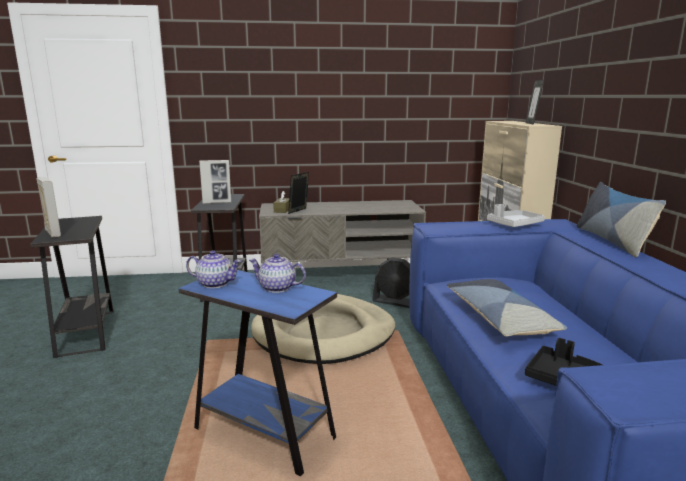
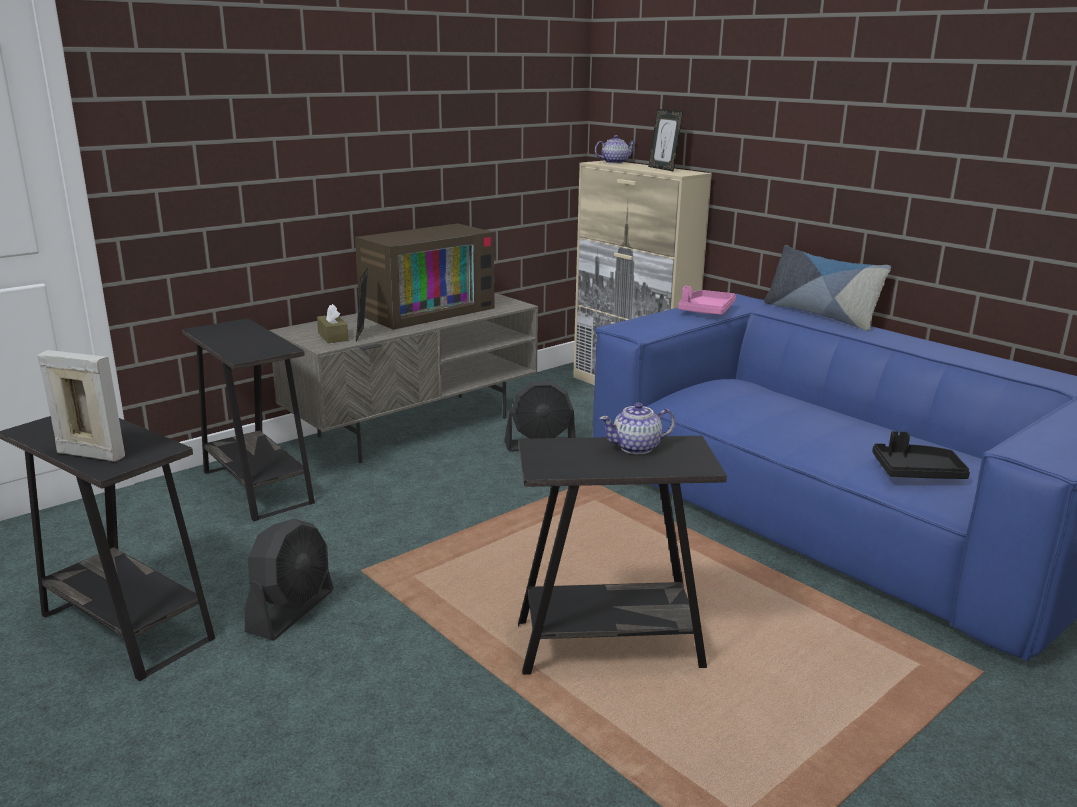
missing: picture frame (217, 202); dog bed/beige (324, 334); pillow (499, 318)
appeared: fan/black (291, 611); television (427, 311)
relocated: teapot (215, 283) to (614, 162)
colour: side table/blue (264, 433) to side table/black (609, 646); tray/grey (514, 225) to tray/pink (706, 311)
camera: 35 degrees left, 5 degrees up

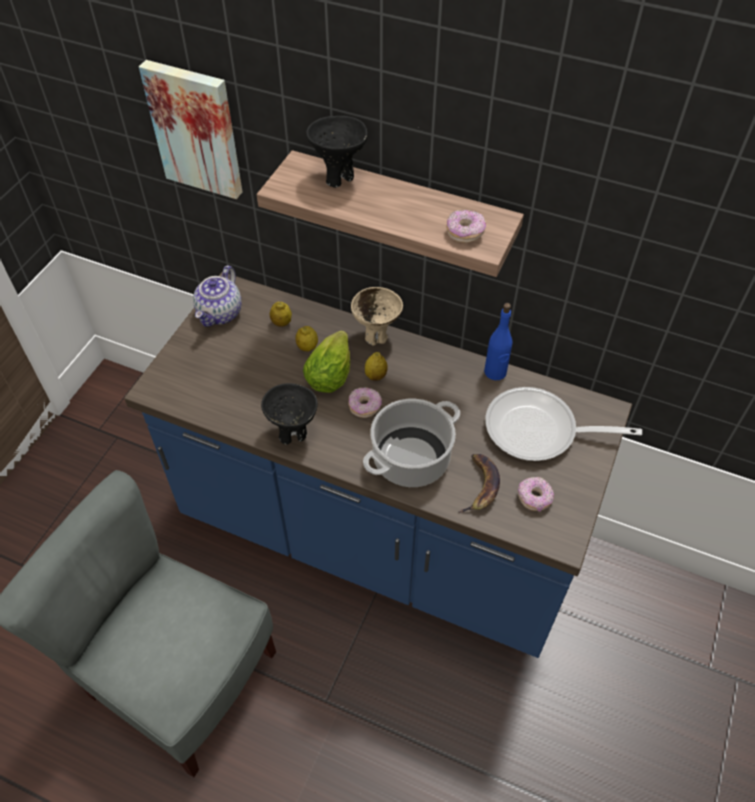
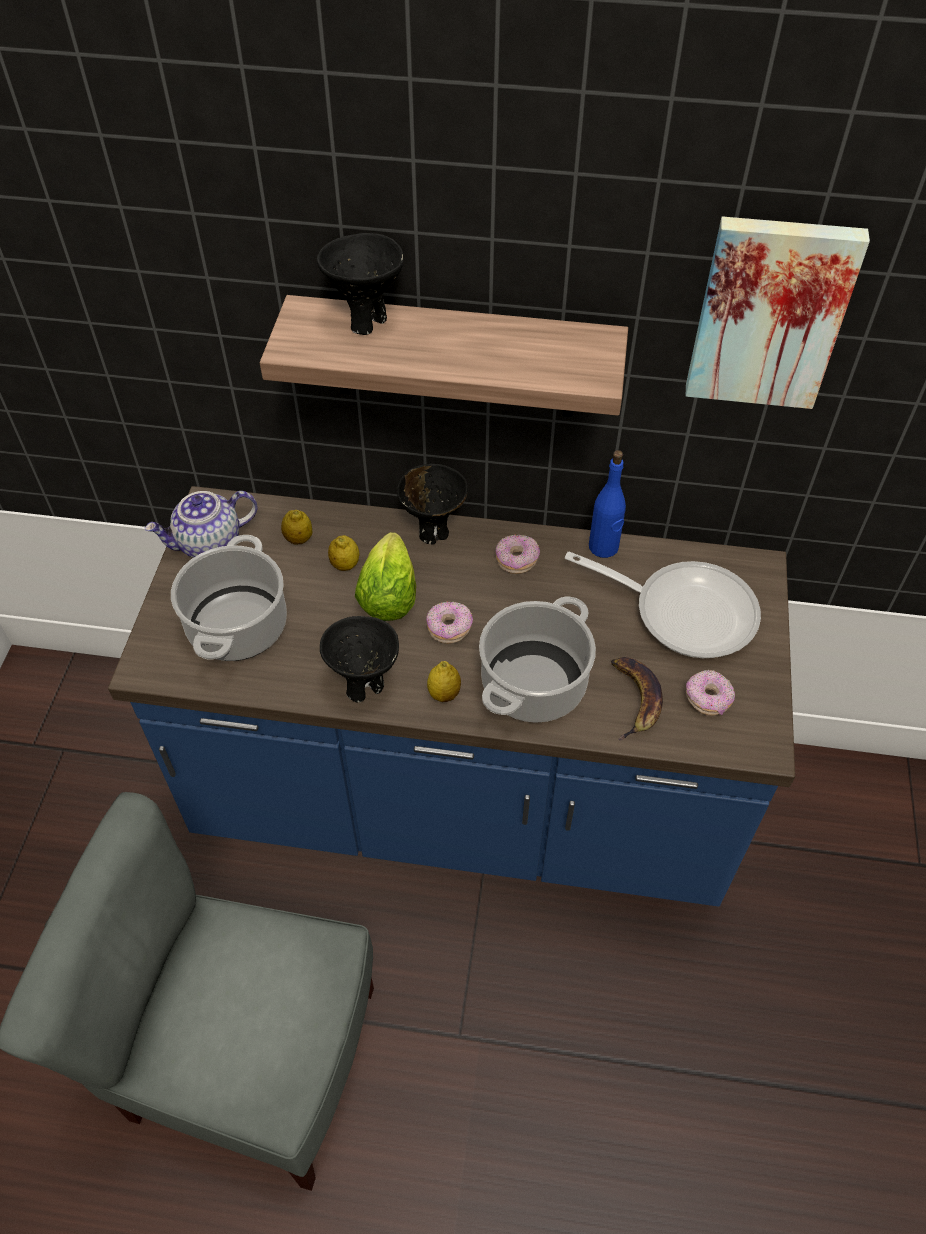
appeared: cooking pot (237, 624)
relocated: picture (196, 129) to (769, 312); lemon (376, 376) to (444, 693); donut (465, 233) to (516, 560)
colour: bowl/beige (376, 336) to bowl/black (433, 531)
spun: teapot (220, 314) = (209, 543) 60 degrees clockwise; frying pan (539, 431) = (684, 611) 150 degrees counterclockwise
camera: 15 degrees left, 0 degrees up

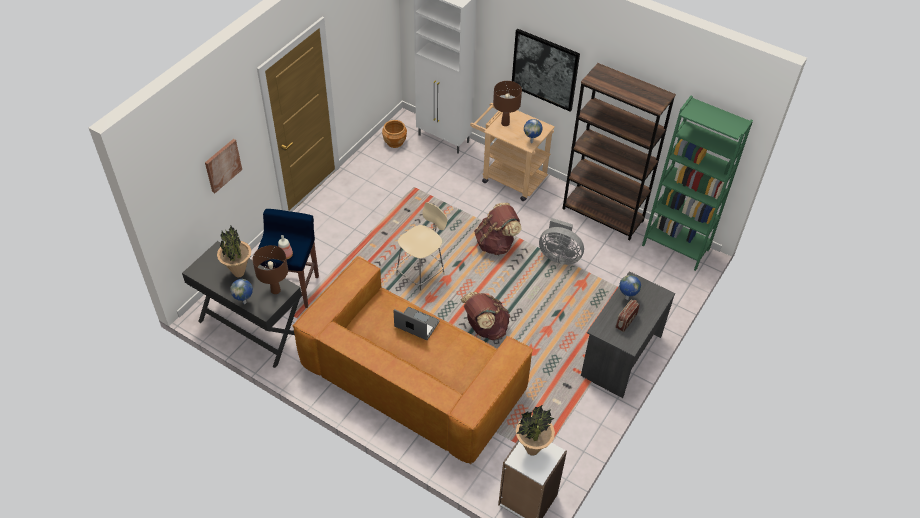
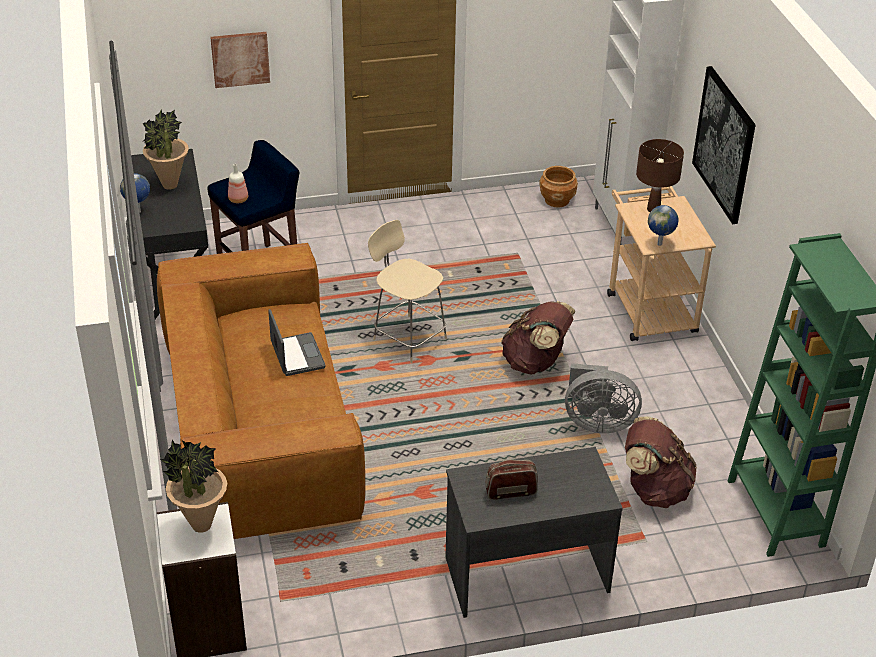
missing: table lamp/brown (275, 290); bookcase/brown (603, 215); globe (626, 298)
relocated: backpack/brown (485, 328) to (654, 489)
spun: chair/beige (421, 273) = (408, 338) 135 degrees counterclockwise; fan/grey (559, 256) = (597, 422) 60 degrees counterclockwise
camera: 45 degrees right, 10 degrees down

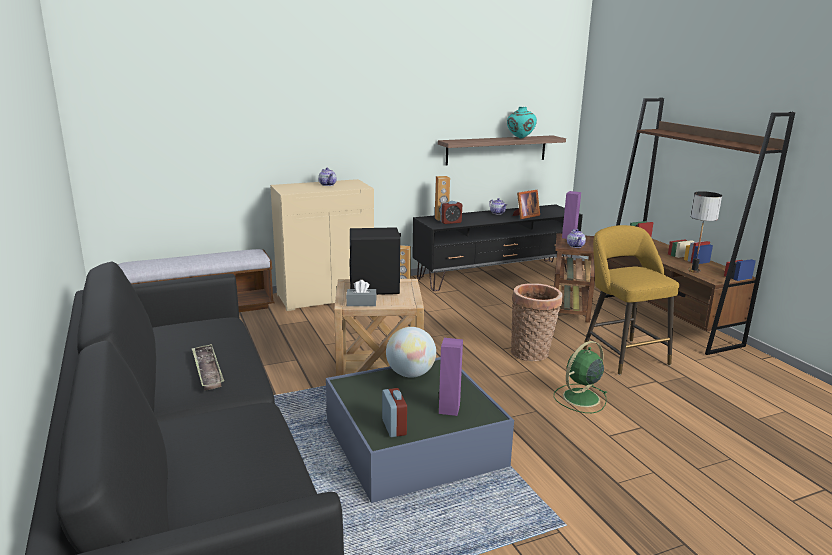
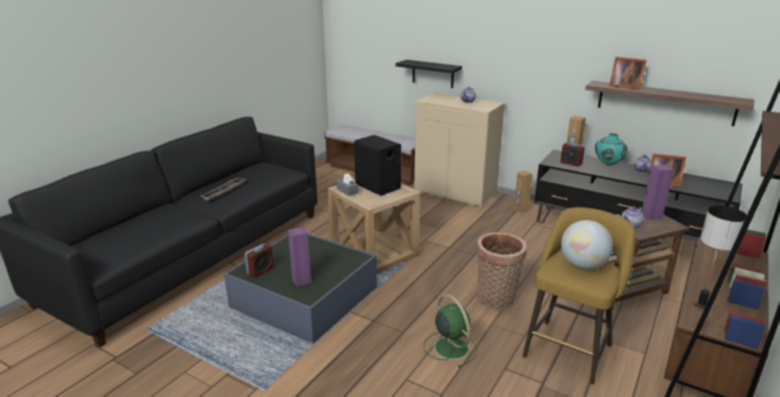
appeared: shelf/black (433, 74); picture frame (624, 86)
relocated: globe (410, 374) to (583, 265); vase/turquoise (520, 138) to (608, 164)
spun: fan/green (580, 398) = (450, 347) 45 degrees clockwise
camera: 55 degrees right, 5 degrees up

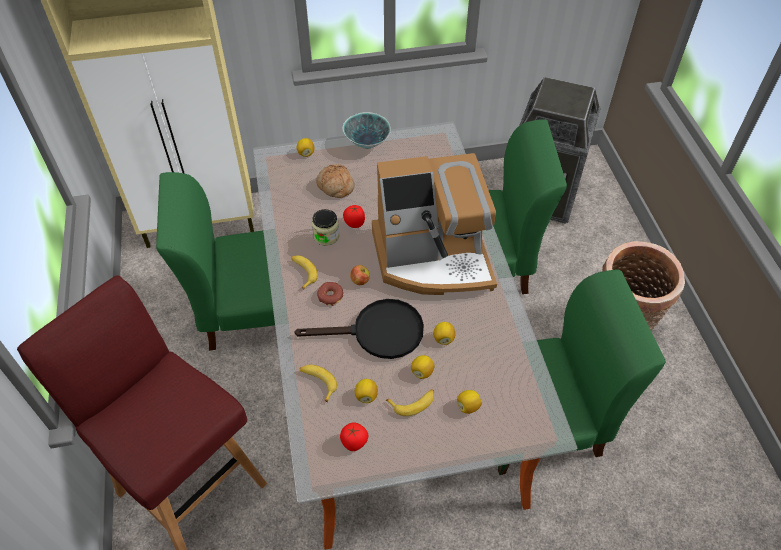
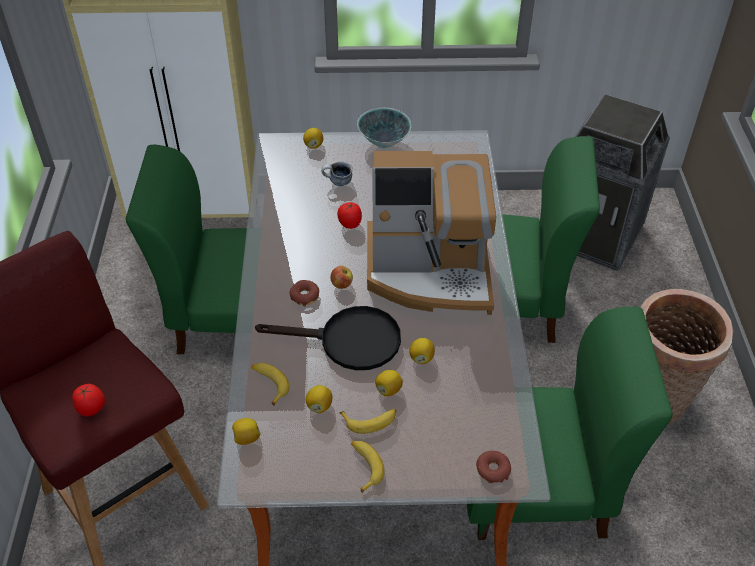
missing: jar (326, 236)
appeared: donut (493, 470)
relocated: banana (303, 272) to (364, 466); tomato (354, 442) to (92, 409); lemon (468, 406) to (246, 438)
exchanged: bread (335, 186) to mug (337, 183)
camera: 10 degrees right, 5 degrees down

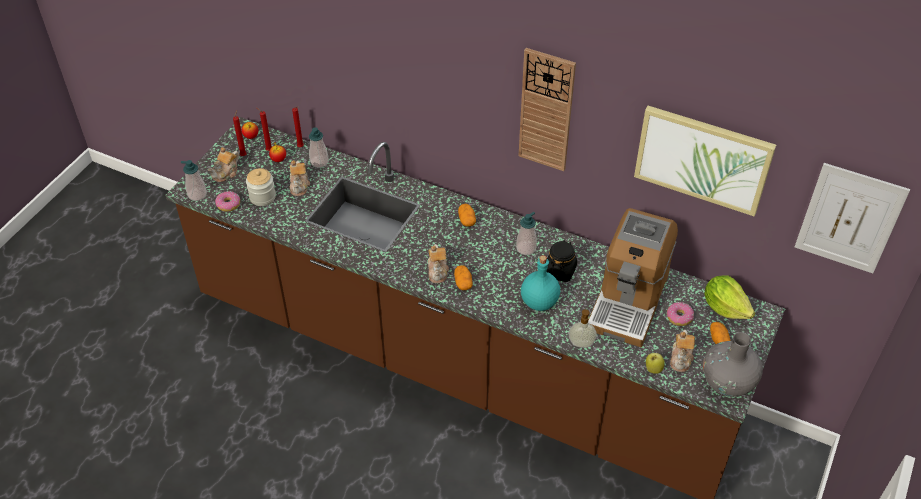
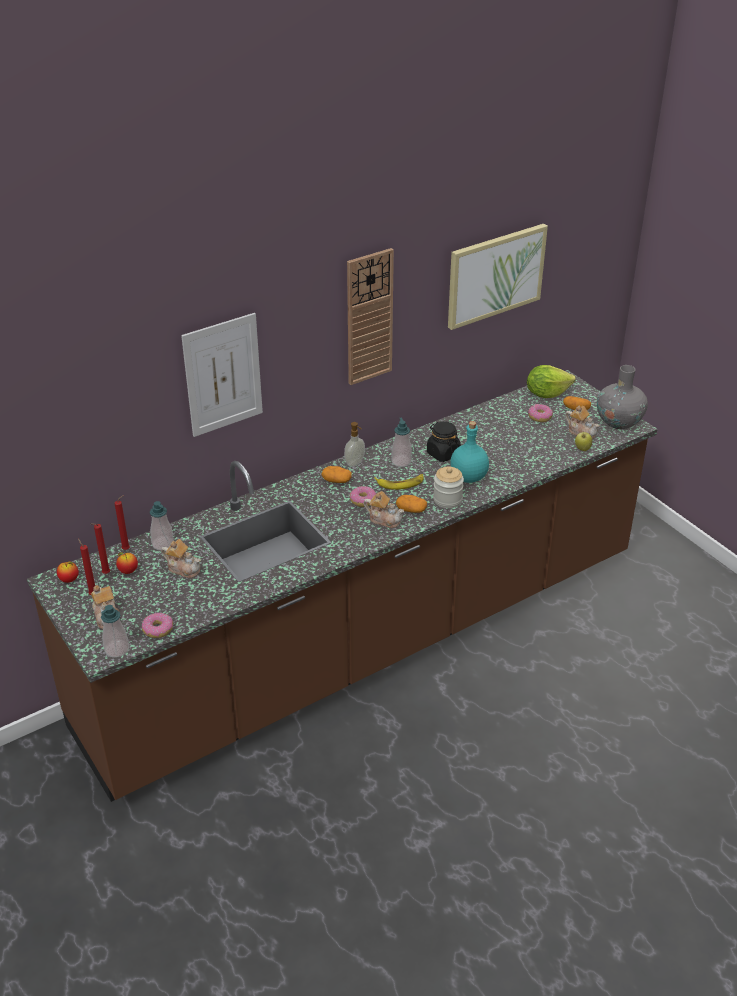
missing: coffee machine (628, 301)
appeared: donut (363, 500); banana (400, 483)
relocated: jar (262, 197) to (447, 500); soap dispenser (581, 344) to (355, 463); picture (849, 218) to (223, 375)
camera: 60 degrees left, 10 degrees down

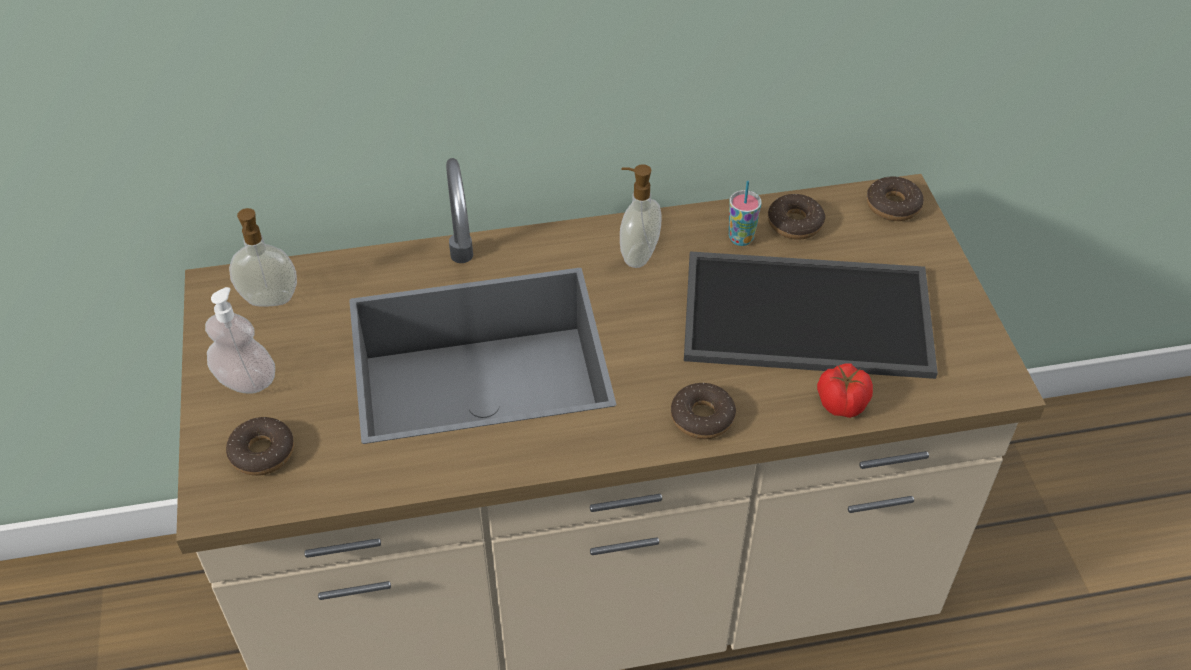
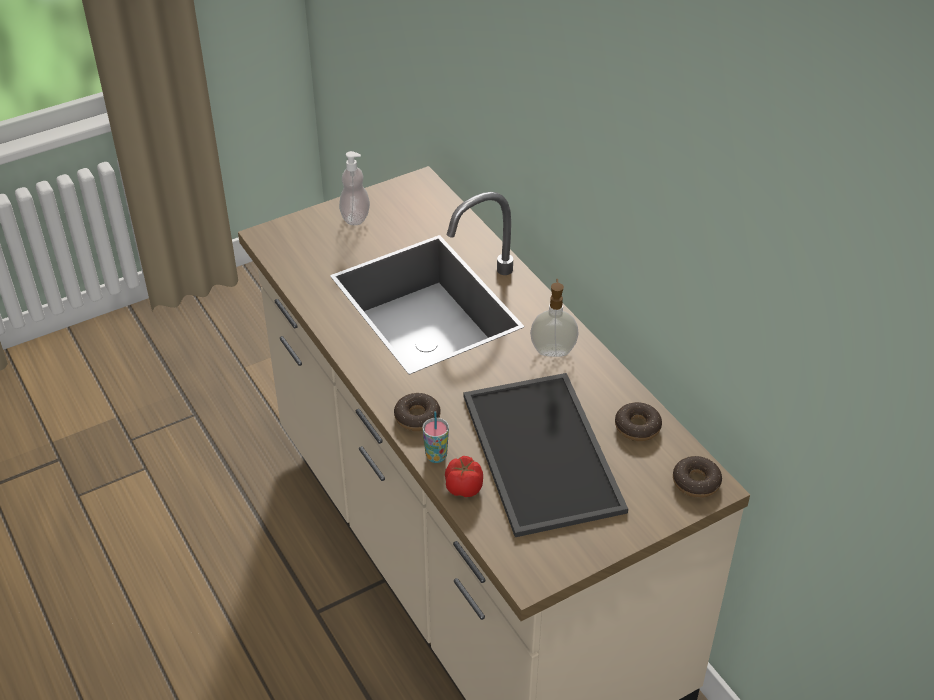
missing: donut (262, 452); soap dispenser (269, 300)
relocated: cup (741, 238) to (436, 456)
camera: 70 degrees right, 5 degrees down

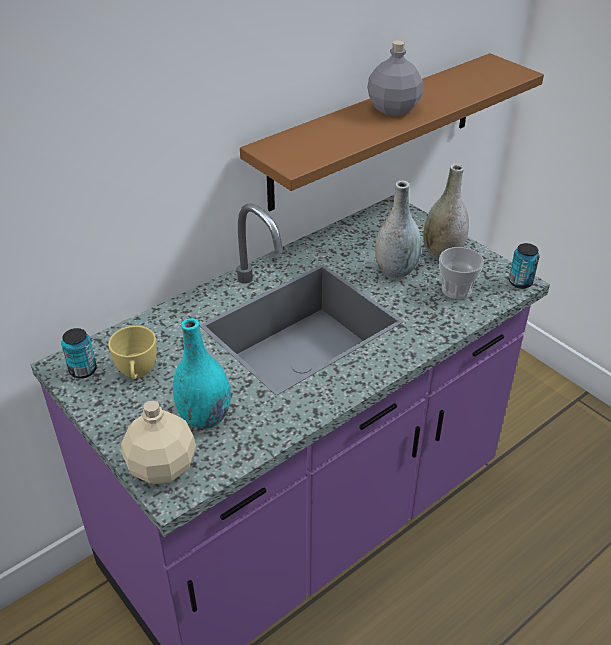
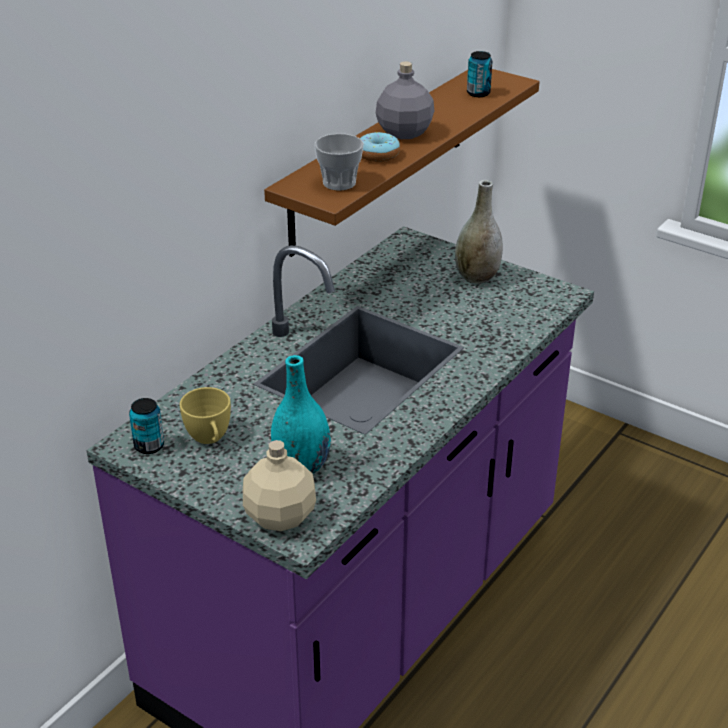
missing: vase/grey (396, 271)
appeared: donut (378, 155)
relocated: cup (456, 290) to (339, 183); can (520, 282) to (478, 93)
camera: 15 degrees left, 5 degrees down

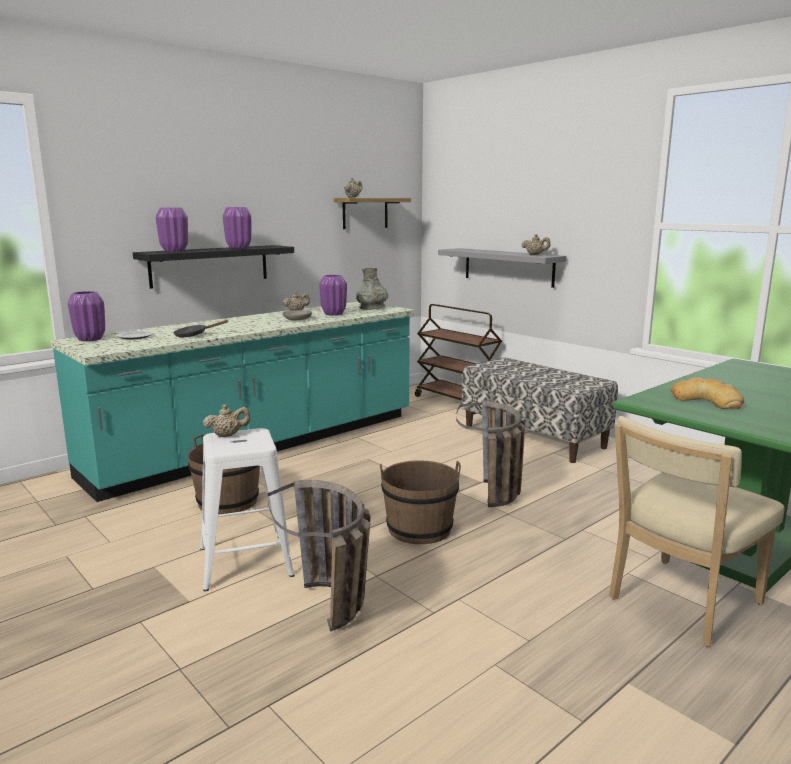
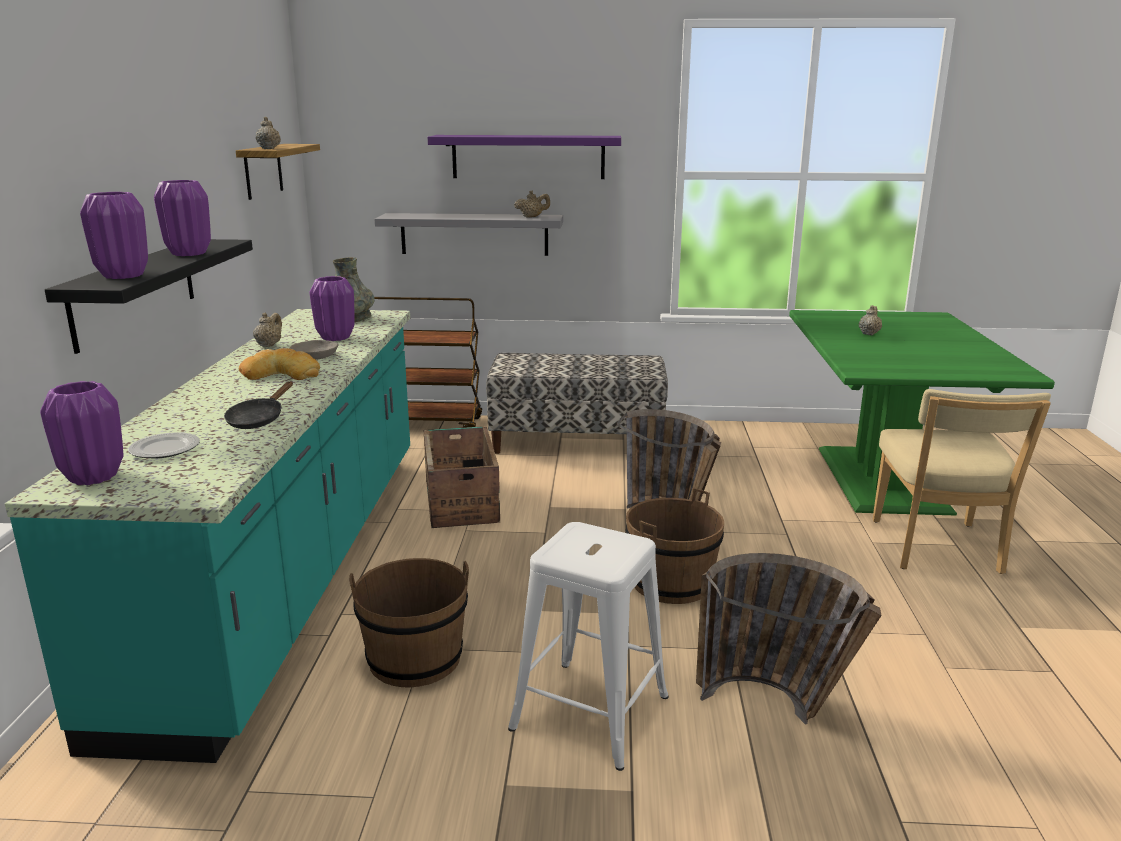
appeared: crate (462, 501); shelf/purple (528, 157)
relocated: teapot/beige (227, 435) to (869, 333); bread (706, 400) to (281, 374)
camera: 45 degrees left, 5 degrees up

